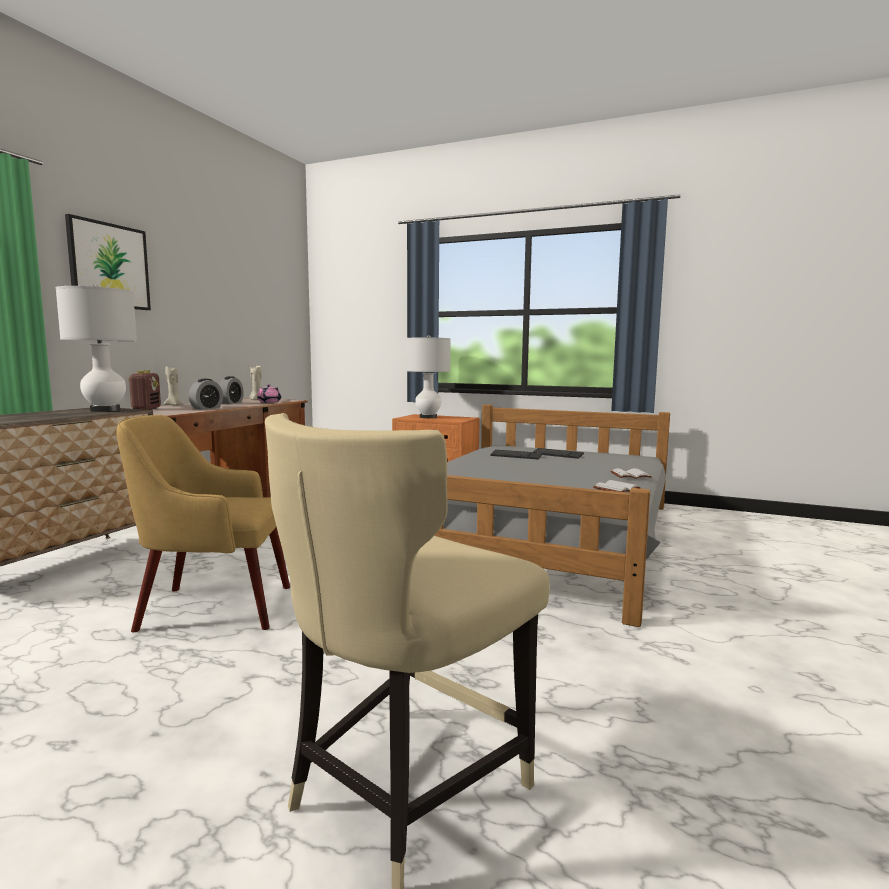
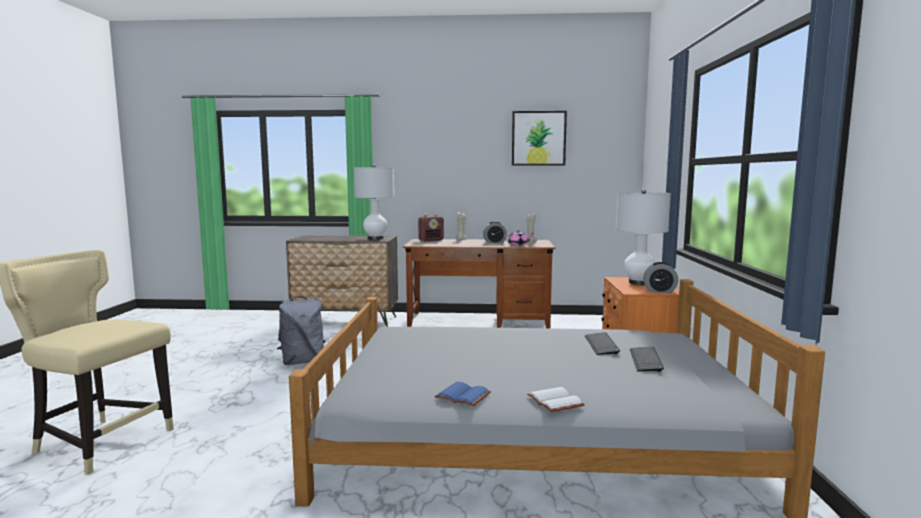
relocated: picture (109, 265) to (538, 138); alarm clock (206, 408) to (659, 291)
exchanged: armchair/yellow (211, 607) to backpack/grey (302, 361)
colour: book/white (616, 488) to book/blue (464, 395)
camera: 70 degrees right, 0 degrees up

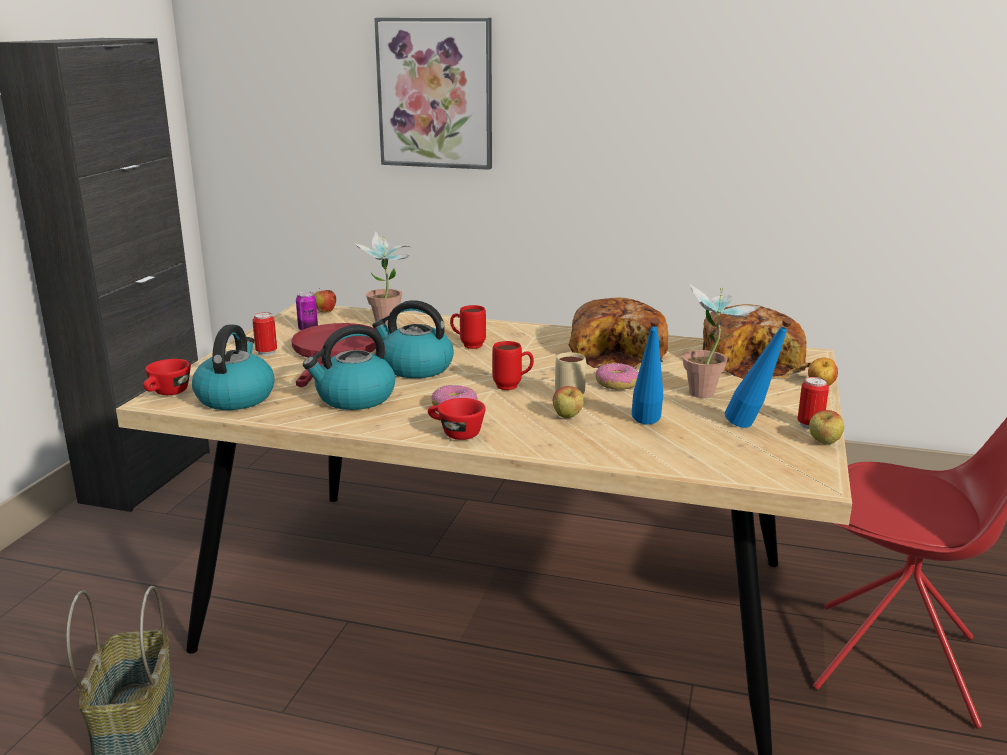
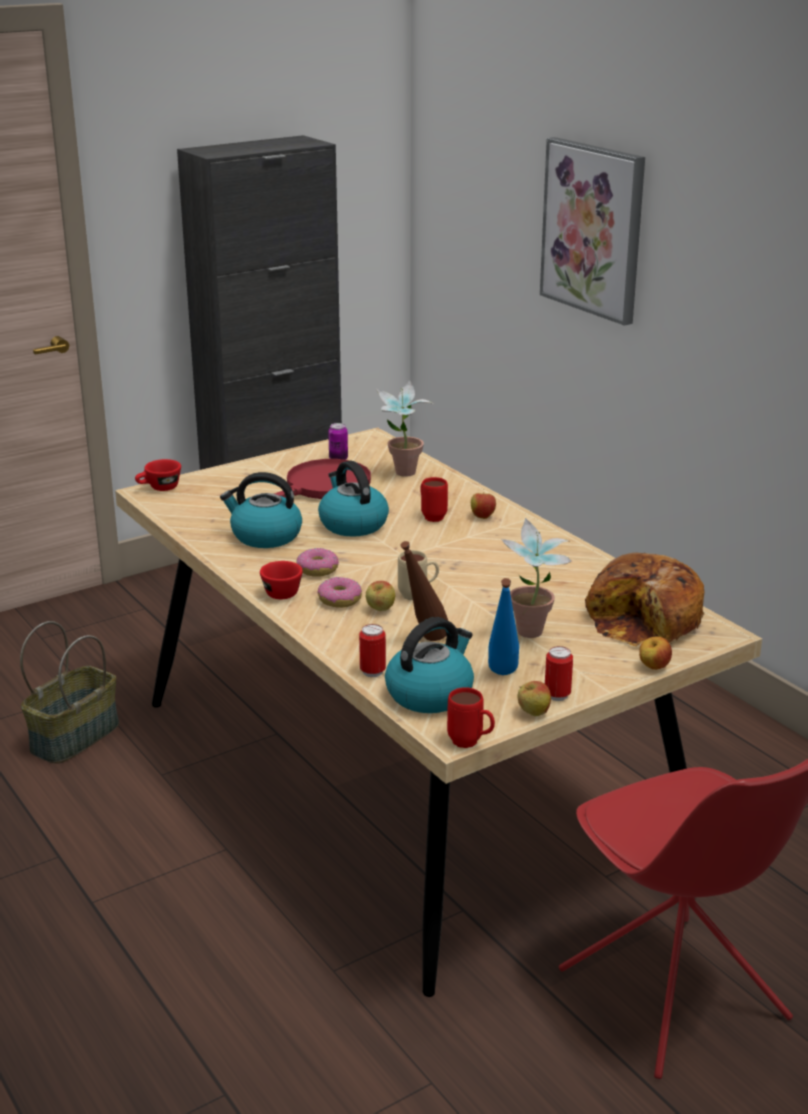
missing: bread (620, 354)
relocated: kettle (235, 397) to (430, 693); can (266, 353) to (372, 672); apple (325, 312) to (482, 517); mug/red (513, 386) to (471, 743); donut (616, 384) to (339, 600)
colour: bottle/blue (646, 426) to bottle/brown (424, 641)
camera: 40 degrees right, 5 degrees up

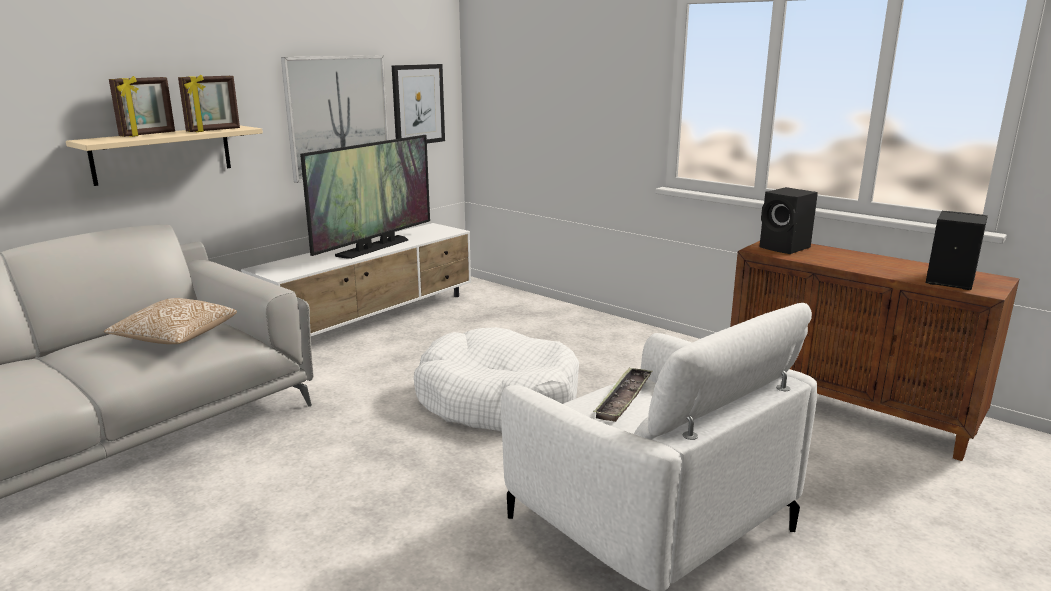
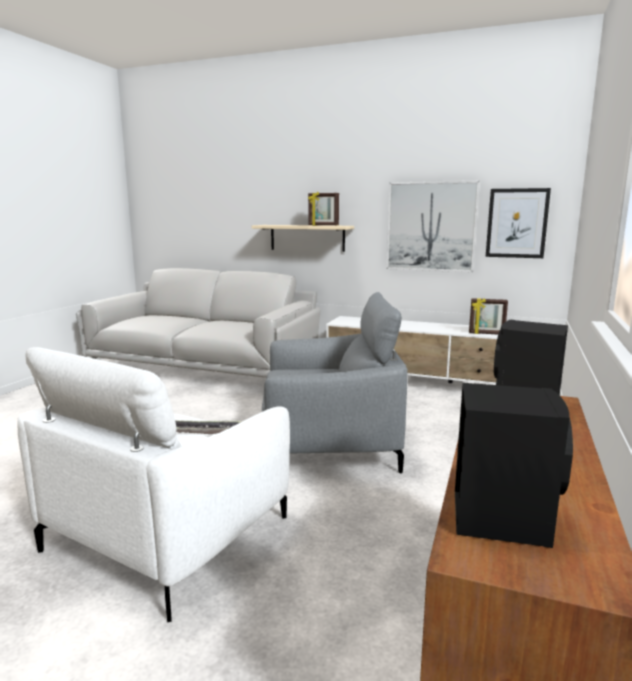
missing: pillow (175, 338); television (374, 247)
relocated: picture frame (148, 134) to (486, 334)
exchanged: dog bed/white (497, 400) to armchair/grey (328, 444)
camera: 70 degrees right, 5 degrees down

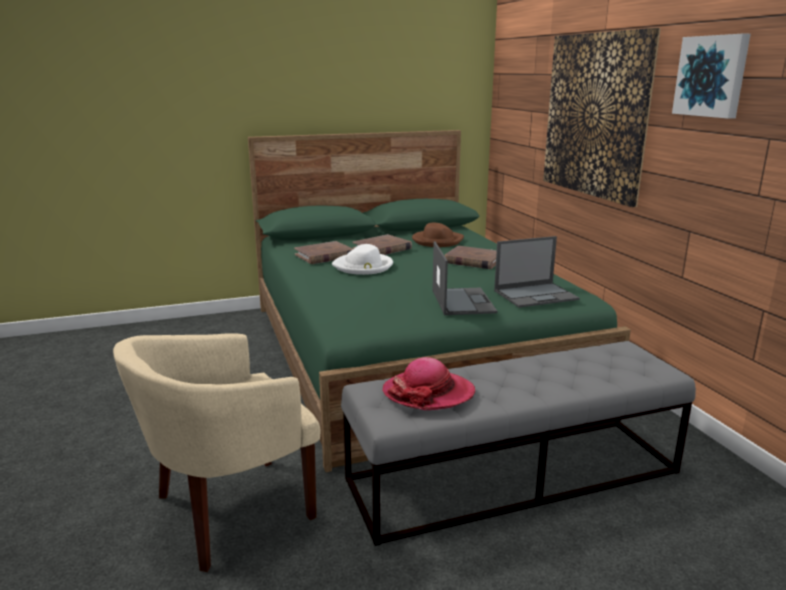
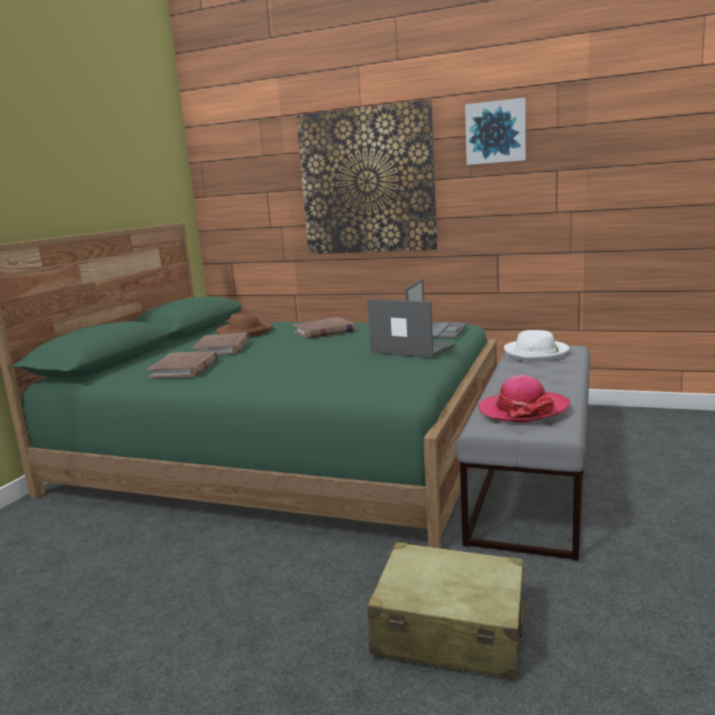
relocated: hat/white (363, 266) to (536, 353)
exchanged: armchair/beige (229, 511) to suitcase/beige (449, 630)
camera: 50 degrees left, 5 degrees down

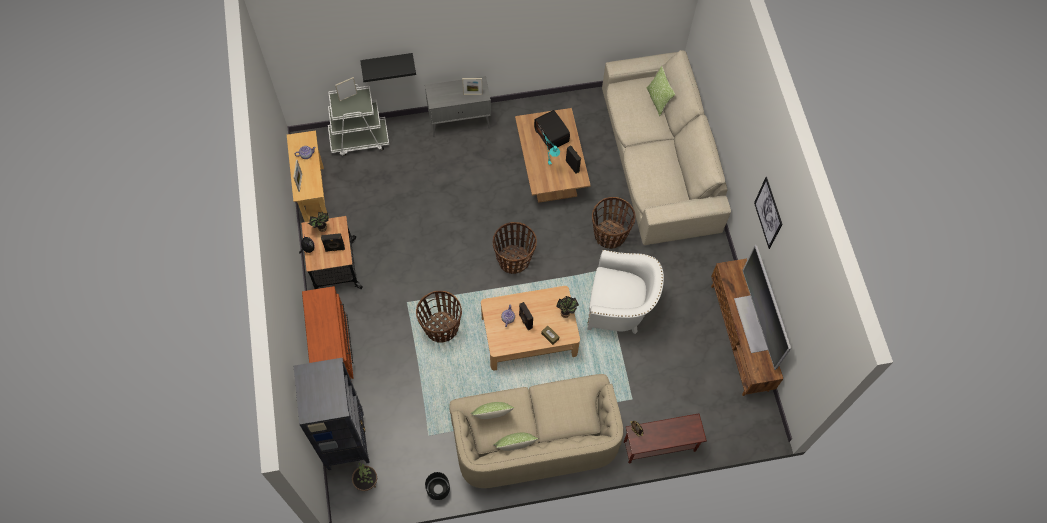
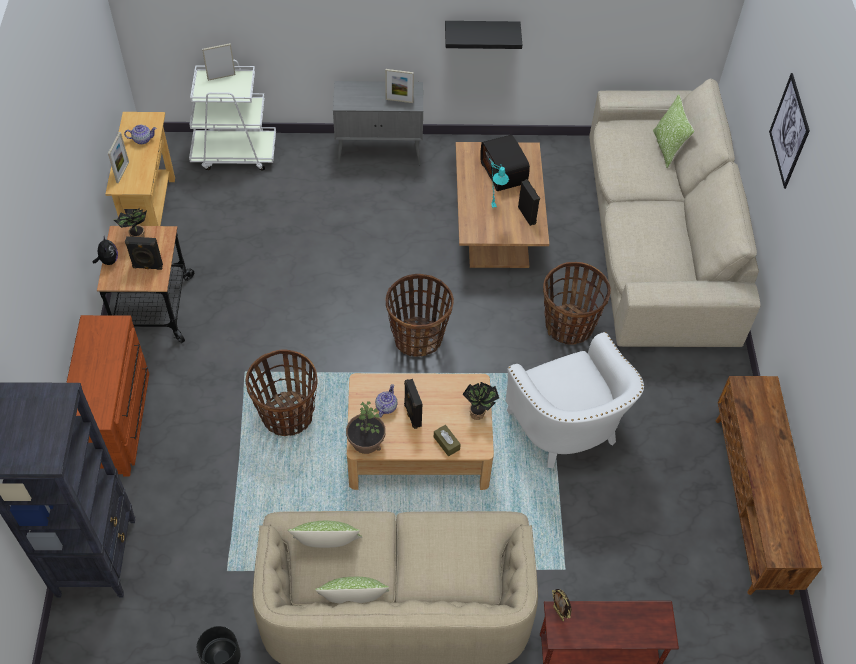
missing: television (752, 323)
relocated: potted plant (365, 481) to (365, 441); shelf/black (387, 62) to (481, 32); picture (768, 213) to (789, 131)
spun: armchair/white (620, 308) = (567, 430) 45 degrees clockwise
camera: 10 degrees right, 10 degrees down

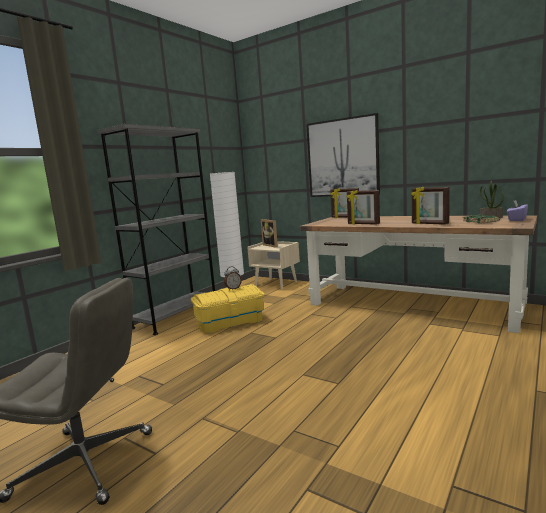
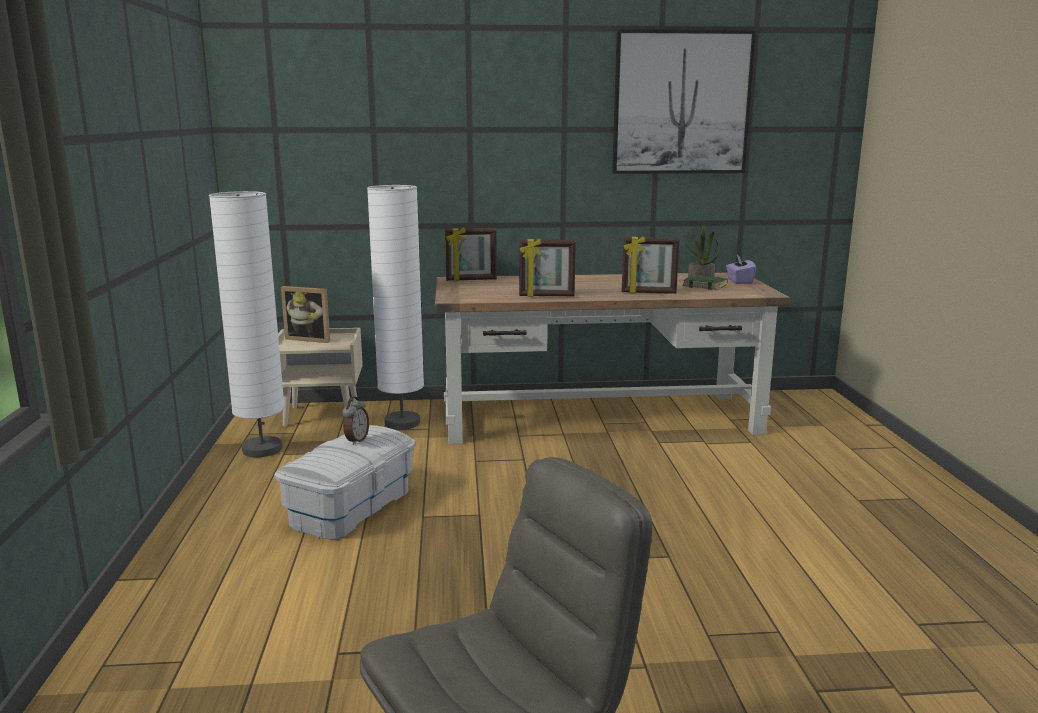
missing: bookcase/grey (176, 317)
appeared: floor lamp/white (402, 423)
relocated: picture (342, 157) to (681, 103)
colour: storage box/yellow (230, 322) to storage box/white (351, 507)
camera: 40 degrees left, 5 degrees up

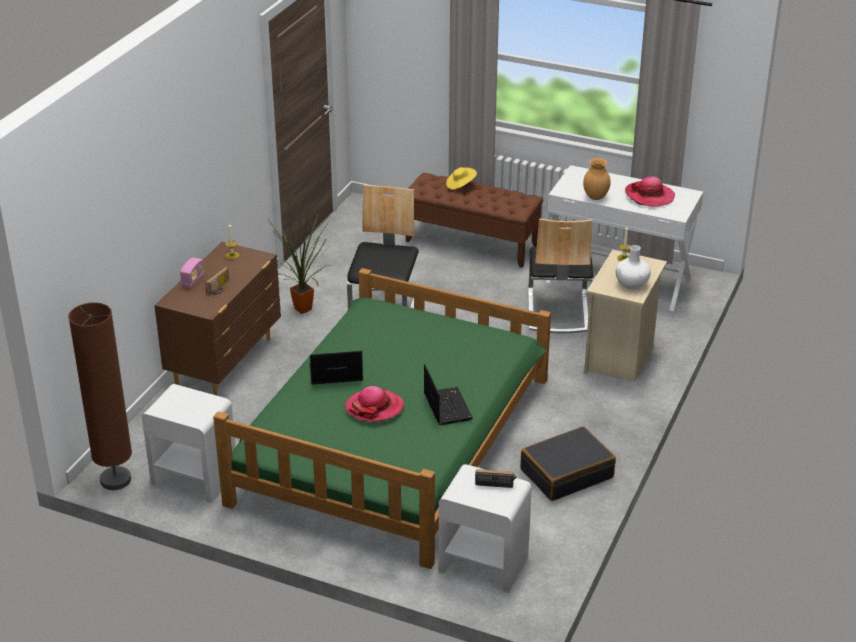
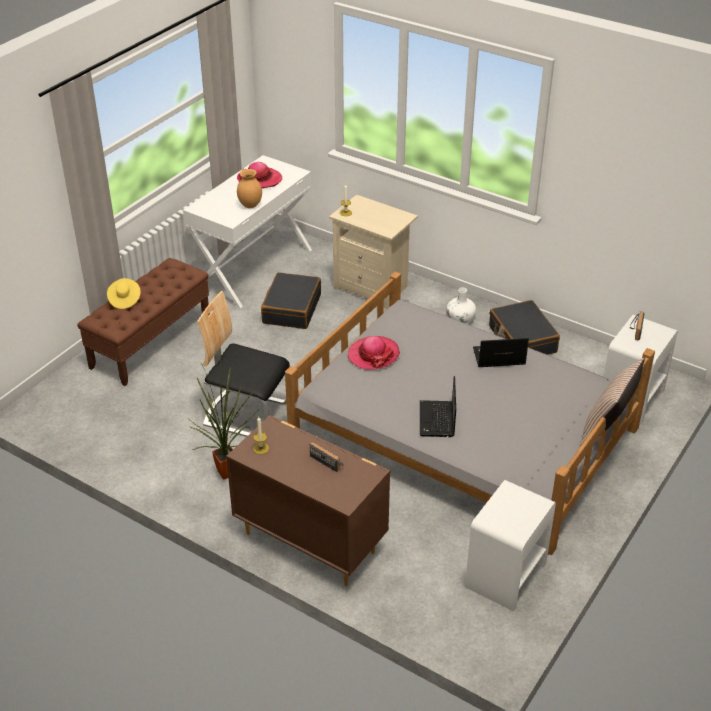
missing: floor lamp/brown (115, 480); radio (193, 281)
appeared: pillow (607, 428)
relocated: hat (374, 408) to (373, 354); vase/white (631, 284) to (460, 320)
exchanged: chair (557, 312) to suitcase/black (291, 309)
colour: bed/green (393, 438) to bed/grey (462, 430)
camera: 80 degrees left, 5 degrees up

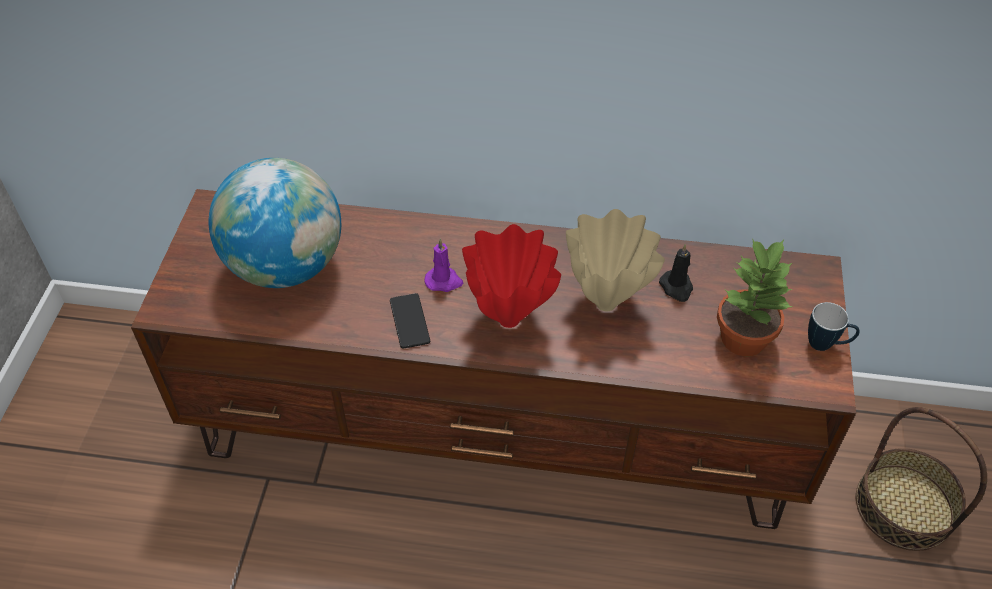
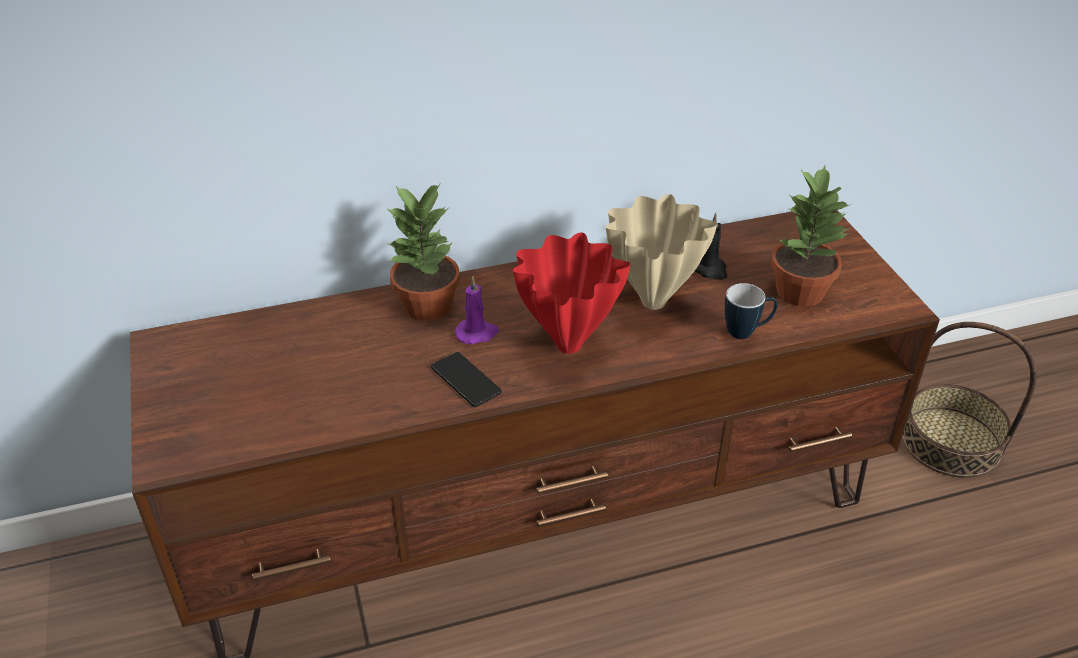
missing: globe (286, 266)
appeared: potted plant (428, 306)
relocated: mug (826, 345) to (747, 332)
camera: 25 degrees left, 10 degrees down

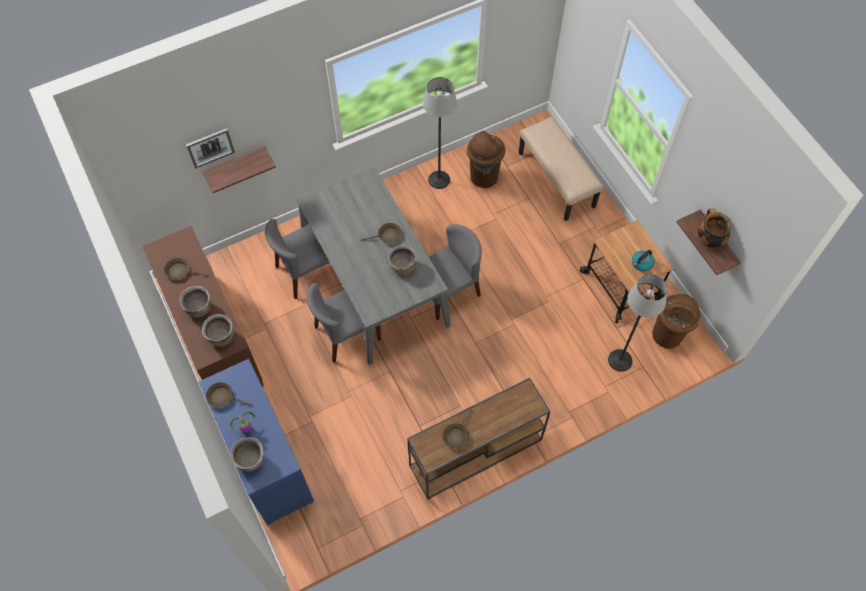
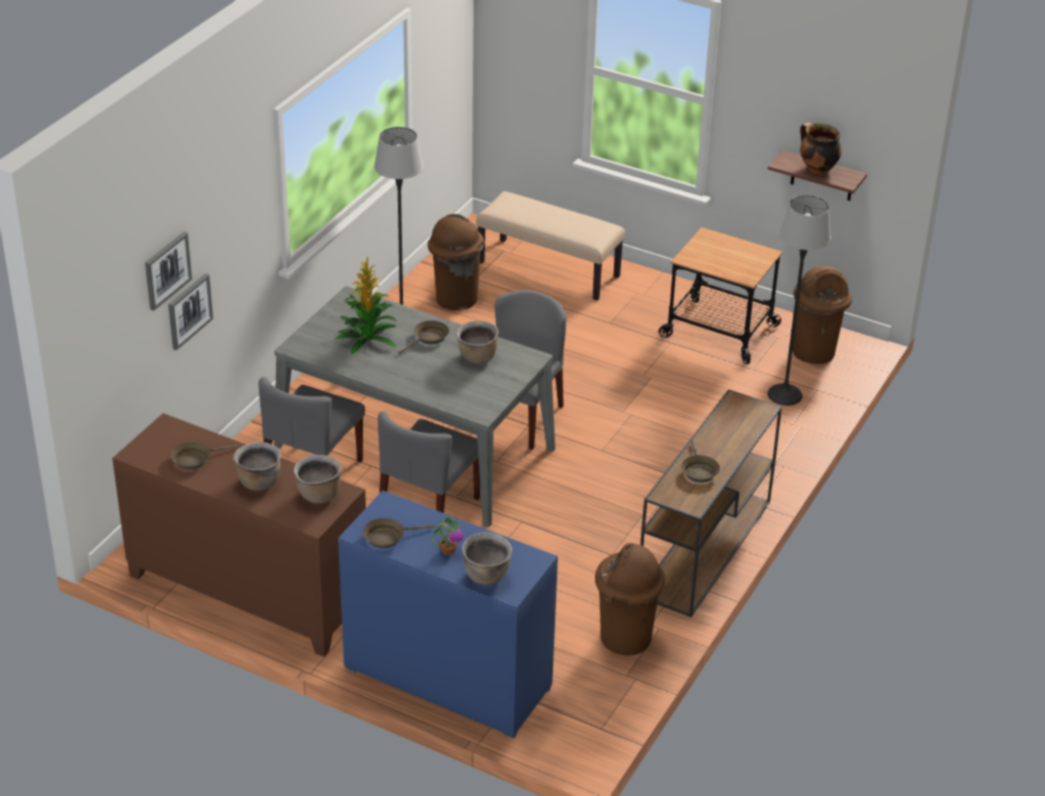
missing: kettle (641, 264)
appeared: potted plant (367, 338); trash can/brown (625, 638)
exchanged: shelf (236, 166) to picture (189, 311)
camera: 35 degrees left, 25 degrees down

